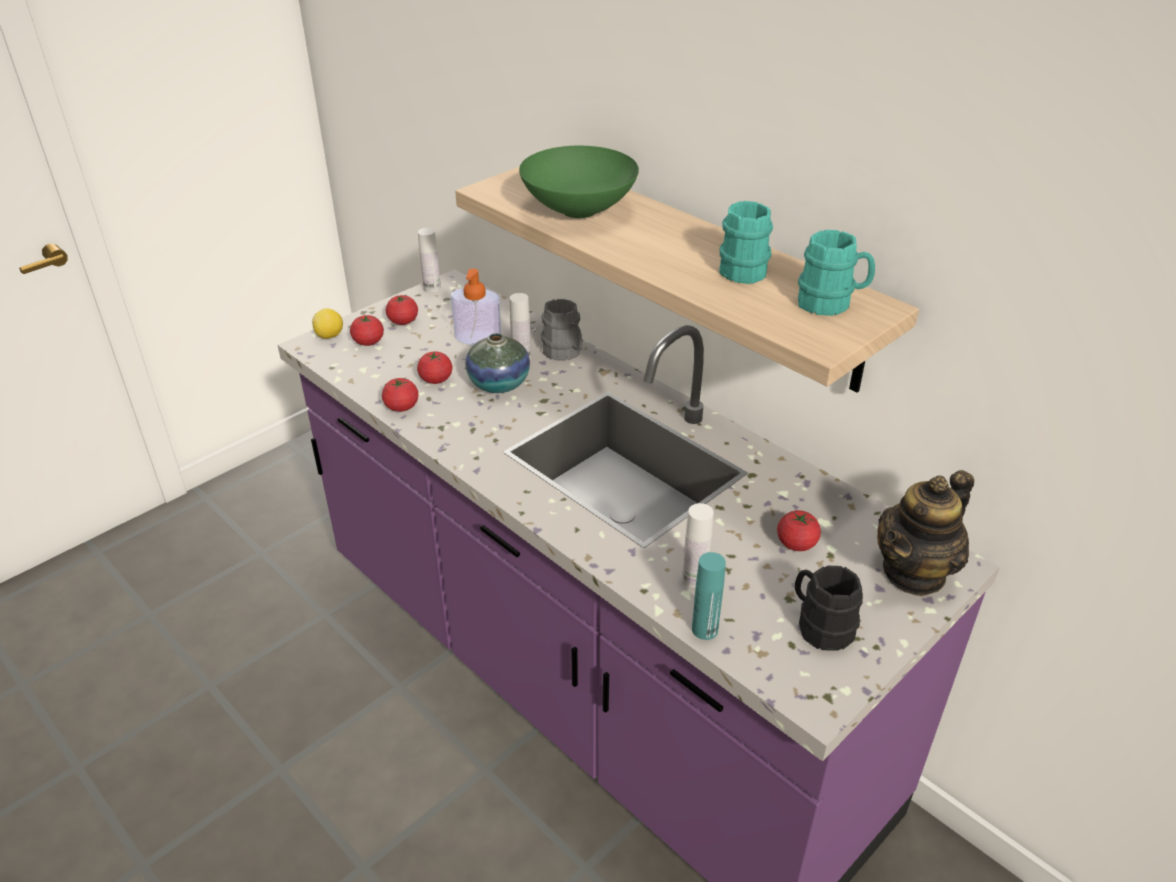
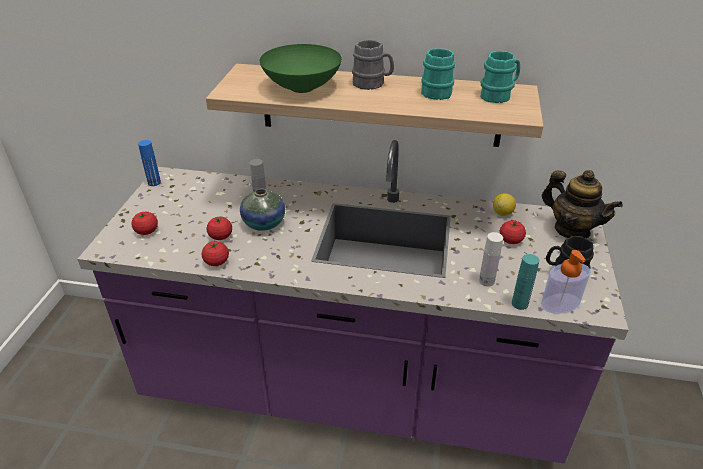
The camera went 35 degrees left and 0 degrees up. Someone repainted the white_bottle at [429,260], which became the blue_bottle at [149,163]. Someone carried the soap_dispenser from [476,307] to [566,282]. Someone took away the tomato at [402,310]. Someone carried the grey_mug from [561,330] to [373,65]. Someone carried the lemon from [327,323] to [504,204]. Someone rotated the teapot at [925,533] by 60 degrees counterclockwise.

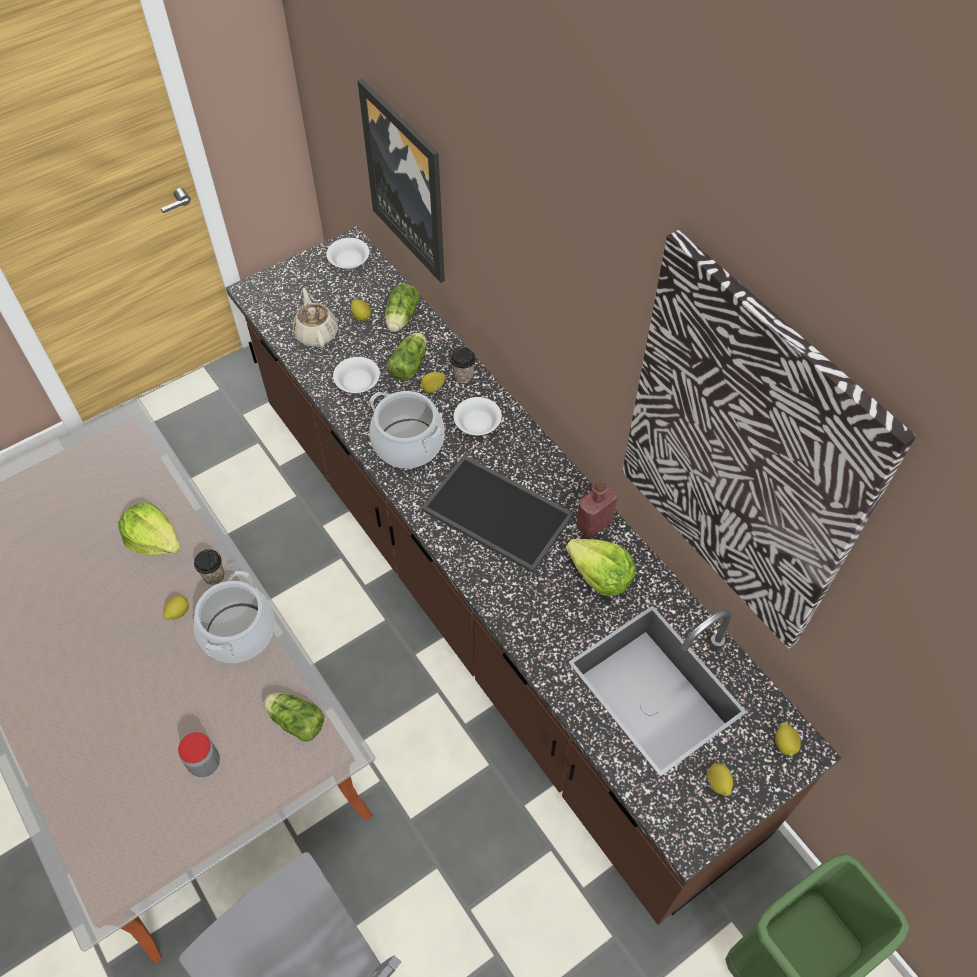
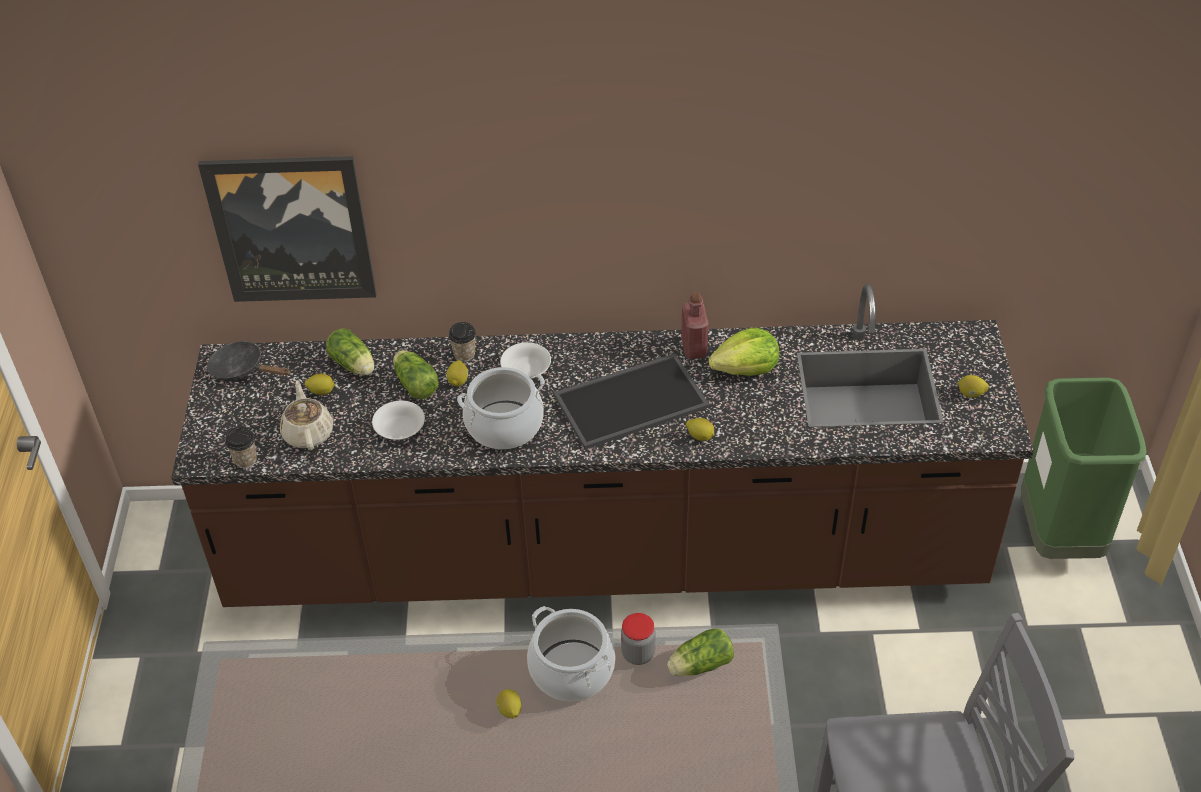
The camera went 55 degrees left and 10 degrees down. Someone took away the picture at [769,439]. Someone swapped the white_bowl at [347,253] for the black_frying_pan at [249,361]. Someone rotated the beige_teapot at [315,318] by 60 degrees clockwise. Someone took away the lettuce at [149,529]. Someone carried the cup from [209,567] to [241,448]. Someone carried the lemon from [788,739] to [700,429]. Someone carried the jar from [199,754] to [638,639].

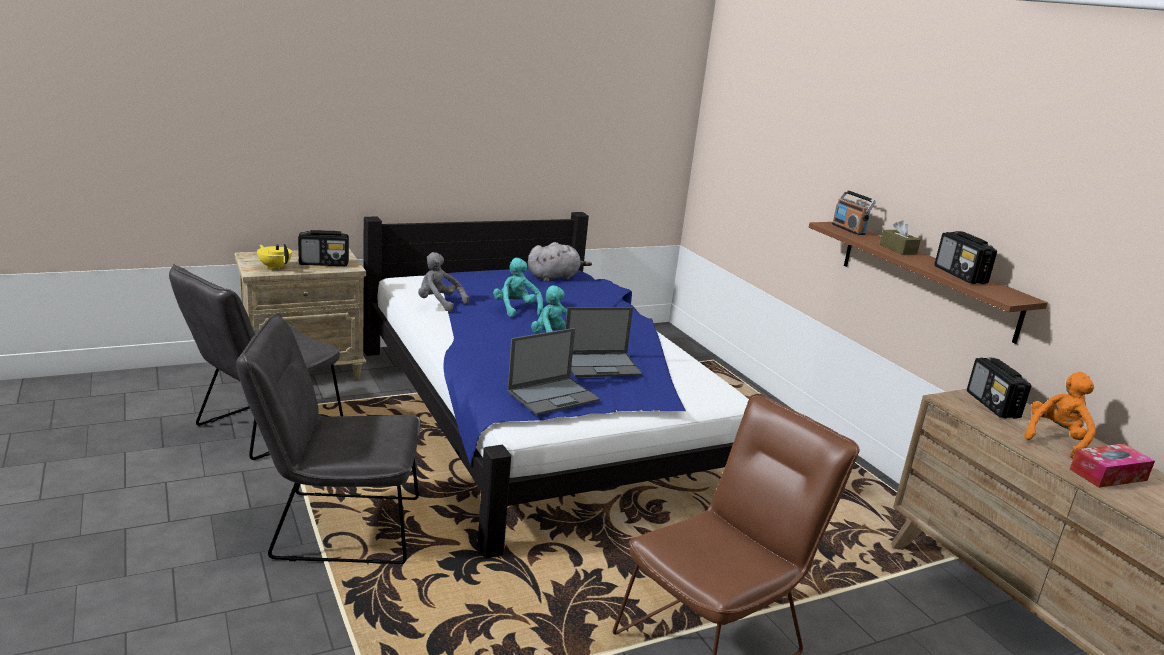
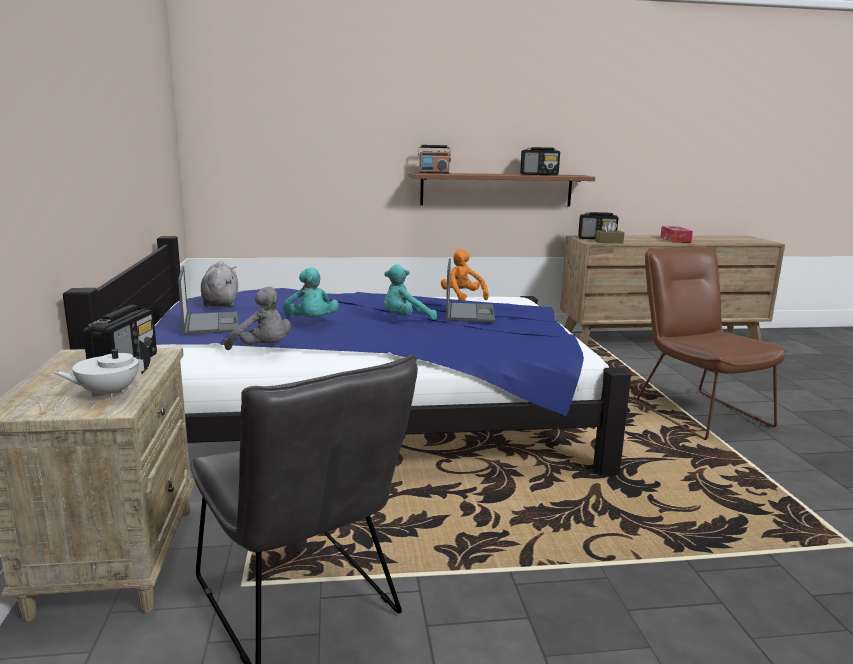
The camera went 70 degrees left and 5 degrees down. Someone carried the brown_tissue_box from [900,237] to [609,232]. Someone repainted the yellow_teapot at [274,257], which became the white_teapot at [102,368]. Someone rotated the grey_plush_toy at [443,281] by 105 degrees counterclockwise. Someone rotated the turquoise_plush_toy at [518,287] by 105 degrees counterclockwise. Someone took away the grey_chair at [328,439]. Someone carried the laptop from [553,371] to [208,300]. Someone carried the orange_plush_toy from [1060,415] to [465,274].

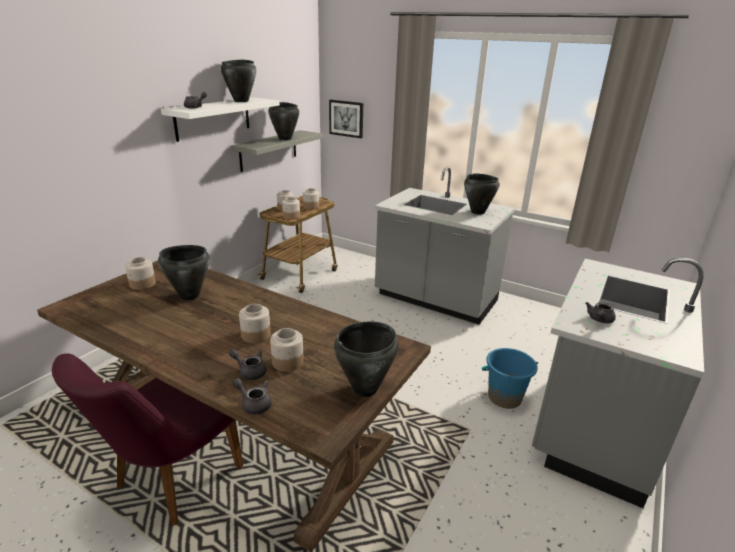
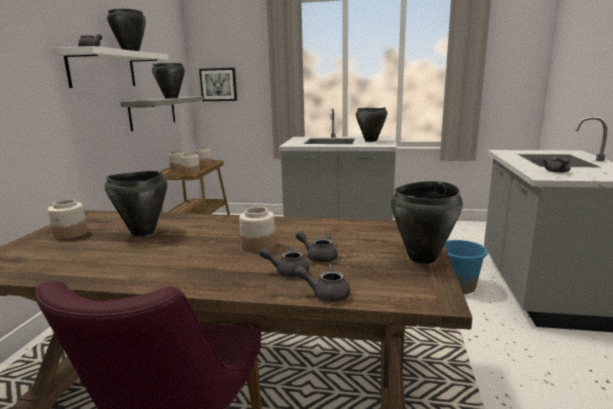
The camera went 20 degrees left and 10 degrees down. Someone swapped the jar at [287,350] for the grey_teapot at [317,246].

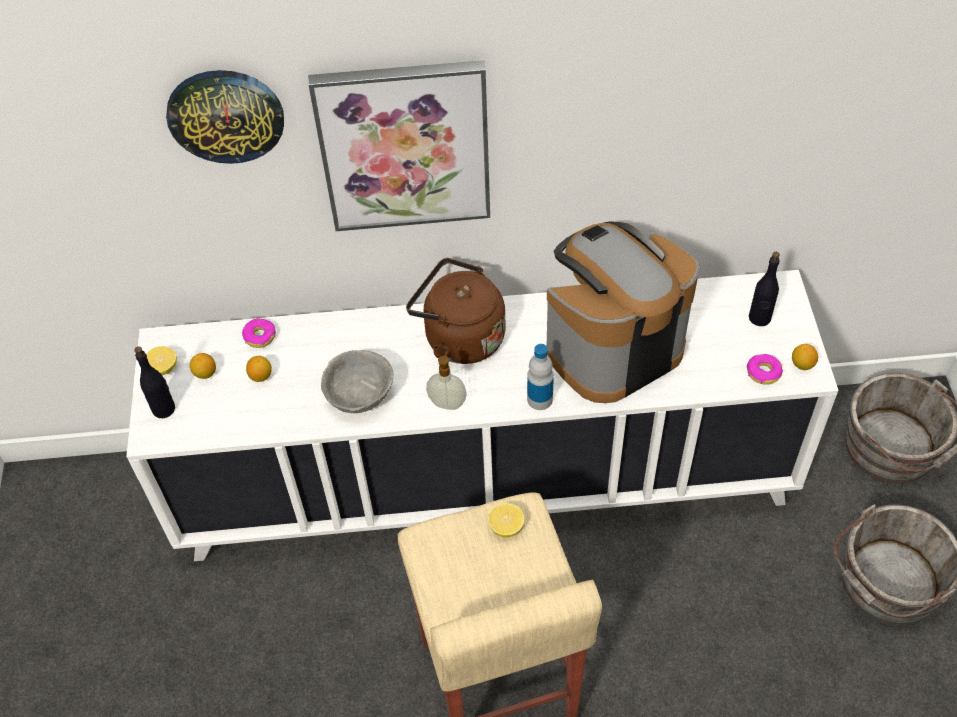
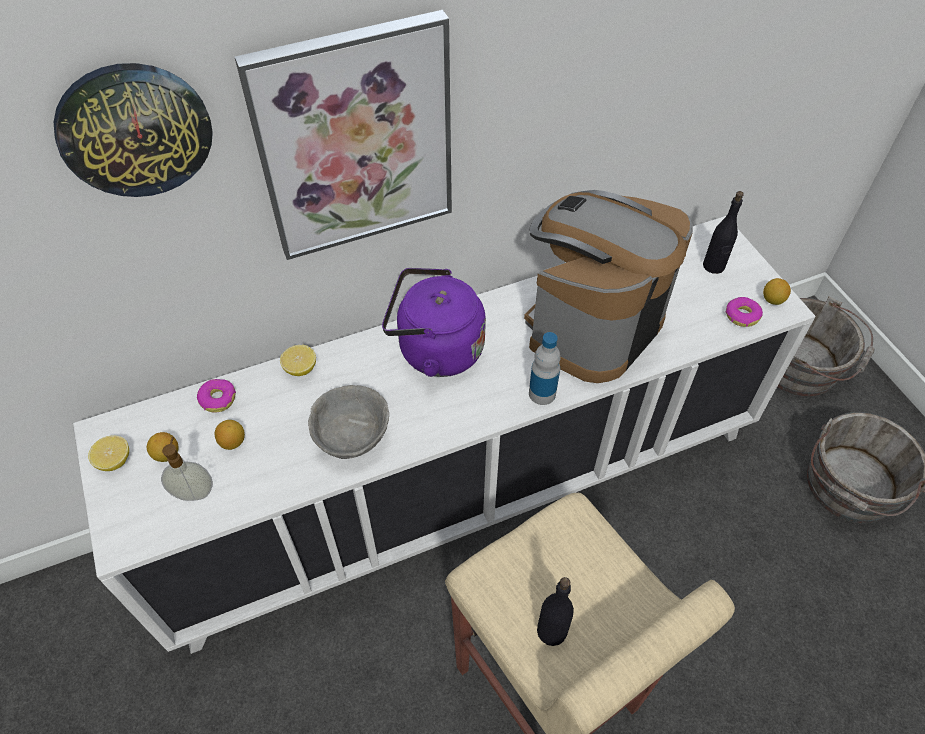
The camera went 20 degrees left and 0 degrees up. Someone repainted the brown_kettle at [456,311], which became the purple_kettle at [434,322]. Someone carried the black_bottle from [154,382] to [555,611]. Someone carried the soap_dispenser from [446,380] to [187,469]. Someone carried the lemon from [506,520] to [298,360].

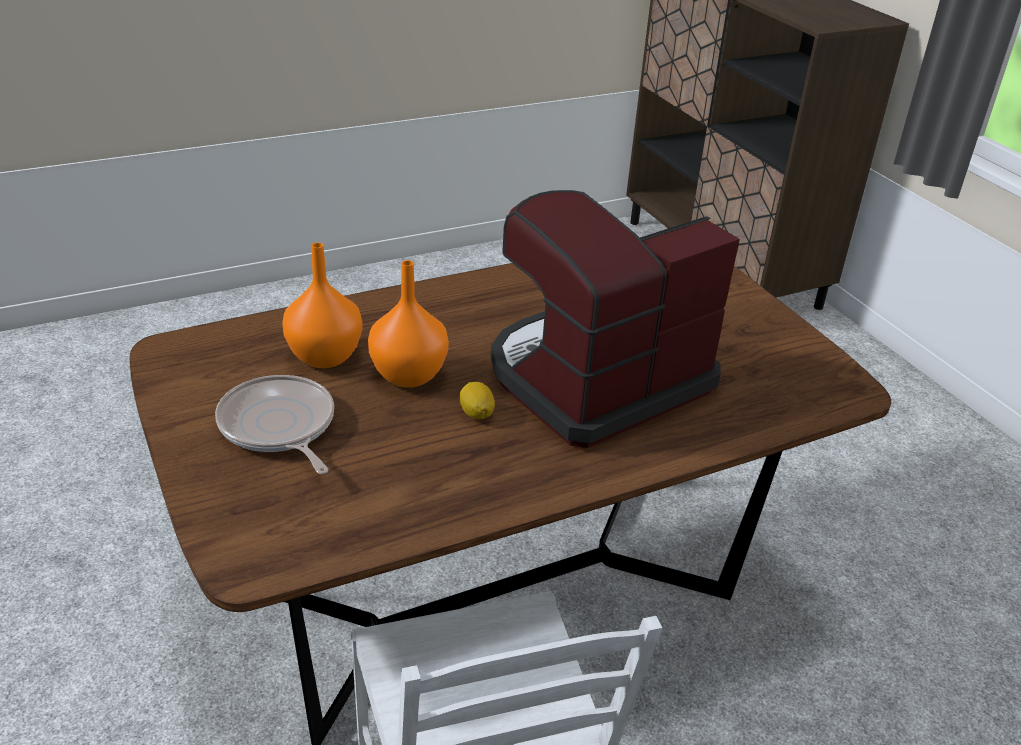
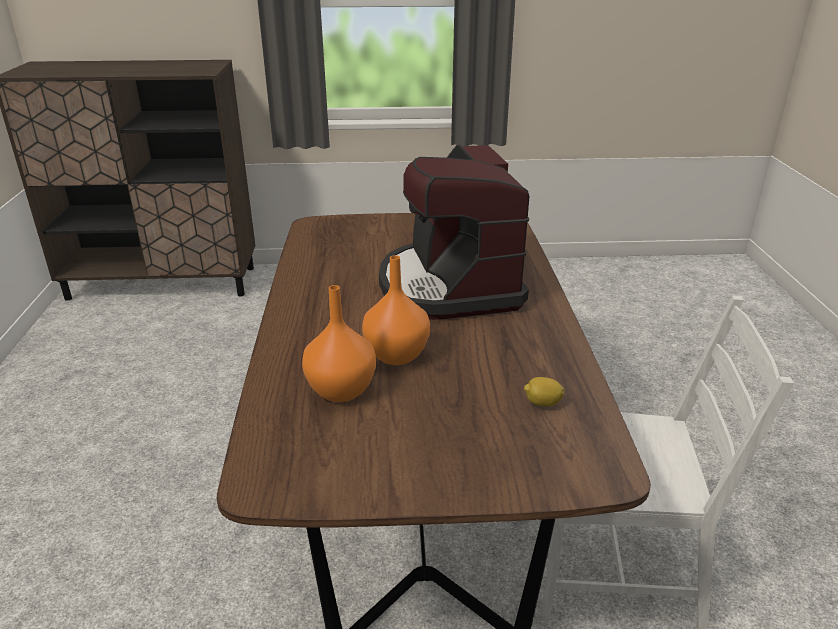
The camera went 65 degrees left and 5 degrees down. Someone took away the frying_pan at [274,424]. Someone carried the lemon from [477,400] to [544,392].

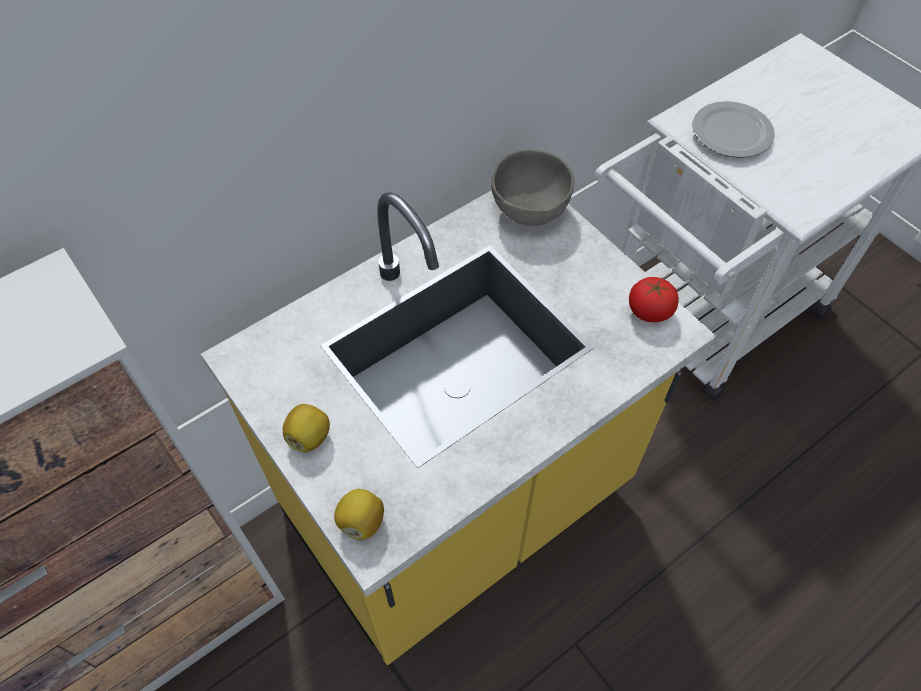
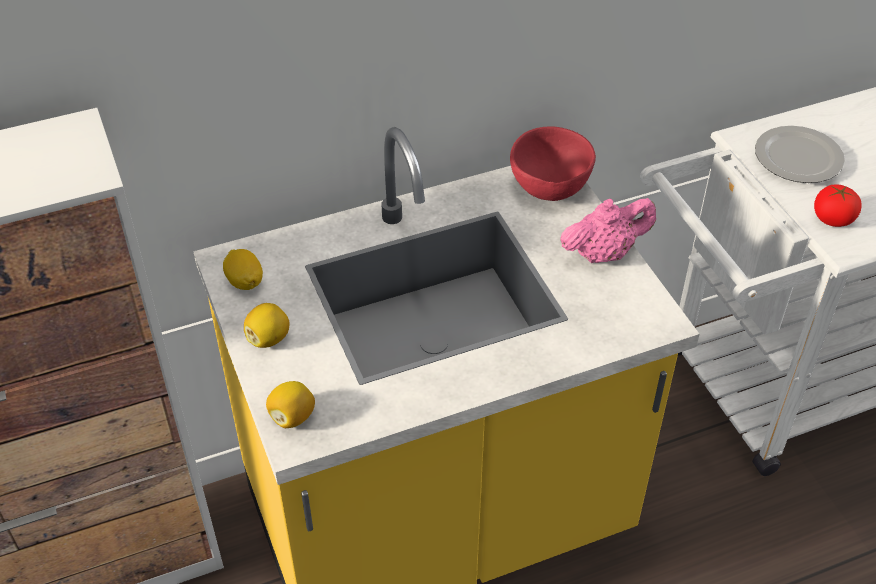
The camera went 15 degrees right and 10 degrees down. Someone repainted the grey_bowl at [533,188], which became the red_bowl at [553,163]. Someone carried the tomato from [654,299] to [838,205]. Someone put down the pink_teapot at [608,230]. Someone put down the lemon at [243,269].

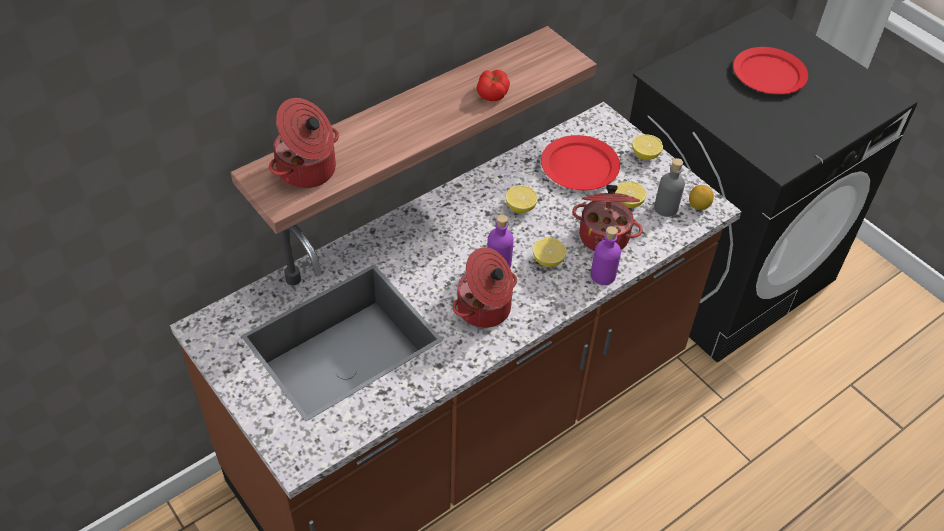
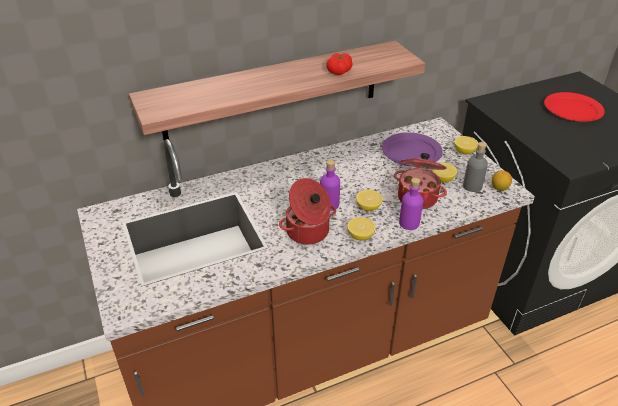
The camera went 15 degrees right and 10 degrees down. Someone took away the cooking_pot at [304,143]. Someone repainted the red_plate at [580,163], which became the purple_plate at [412,149]. Someone carried the lemon from [522,199] to [361,228].

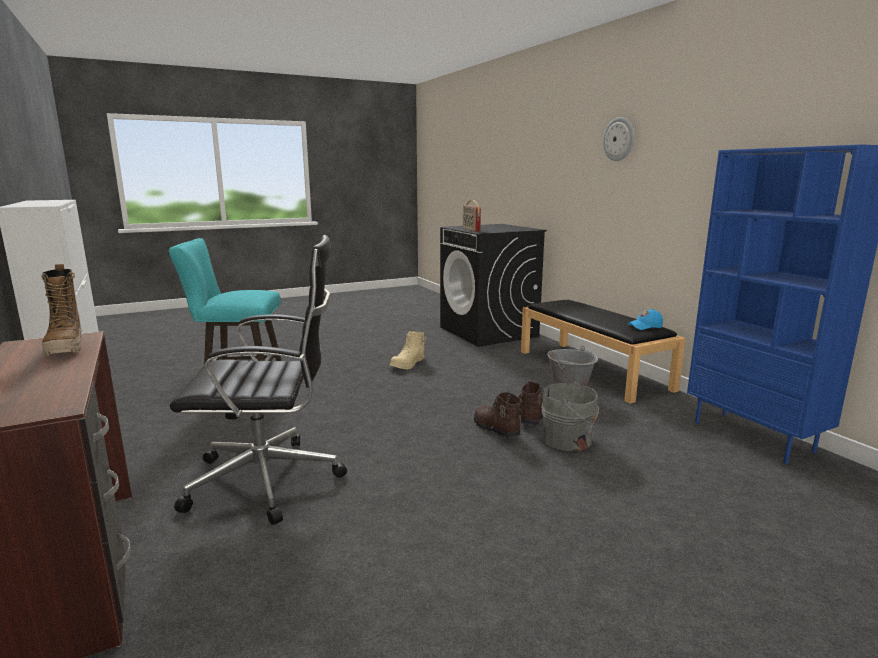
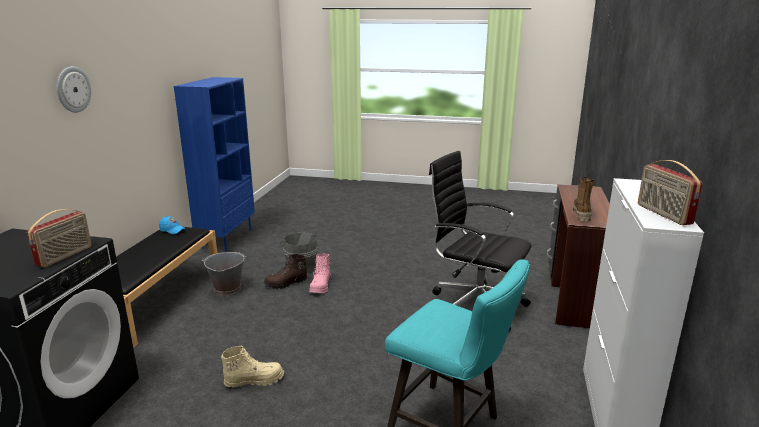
The camera went 140 degrees left and 5 degrees up. Someone repainted the brown_boot at [498,415], which became the pink_boot at [320,273]. Someone put down the radio at [670,192].

